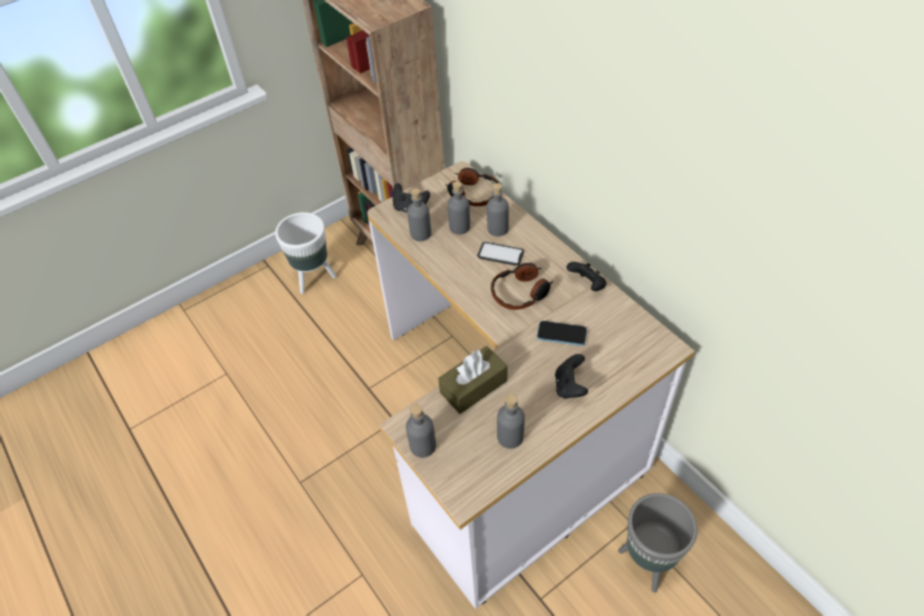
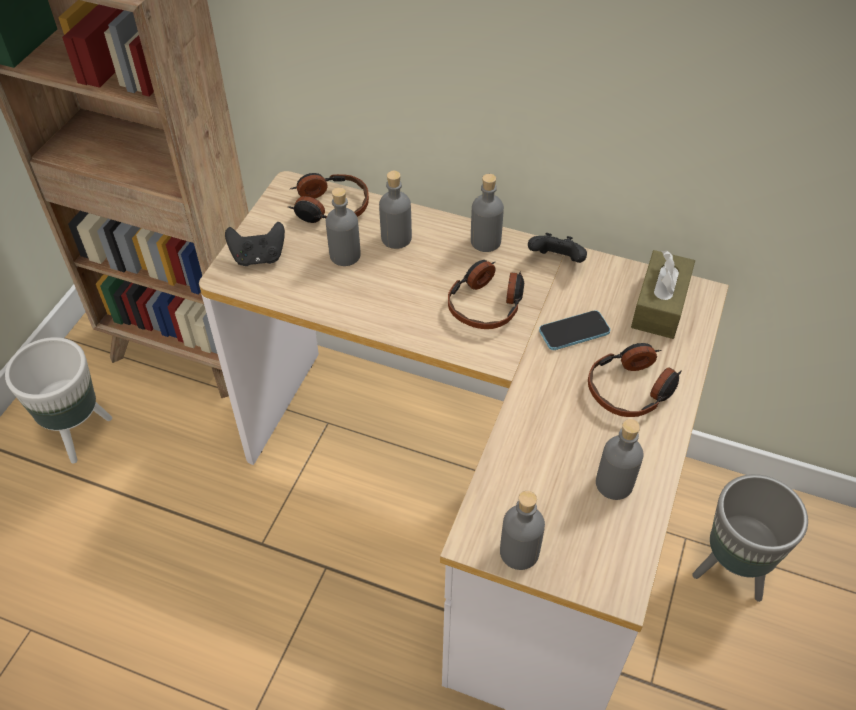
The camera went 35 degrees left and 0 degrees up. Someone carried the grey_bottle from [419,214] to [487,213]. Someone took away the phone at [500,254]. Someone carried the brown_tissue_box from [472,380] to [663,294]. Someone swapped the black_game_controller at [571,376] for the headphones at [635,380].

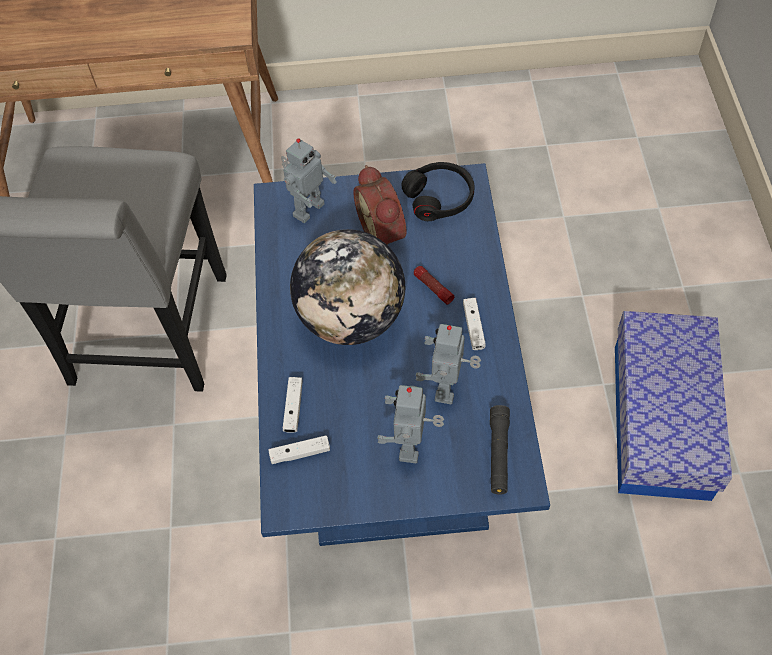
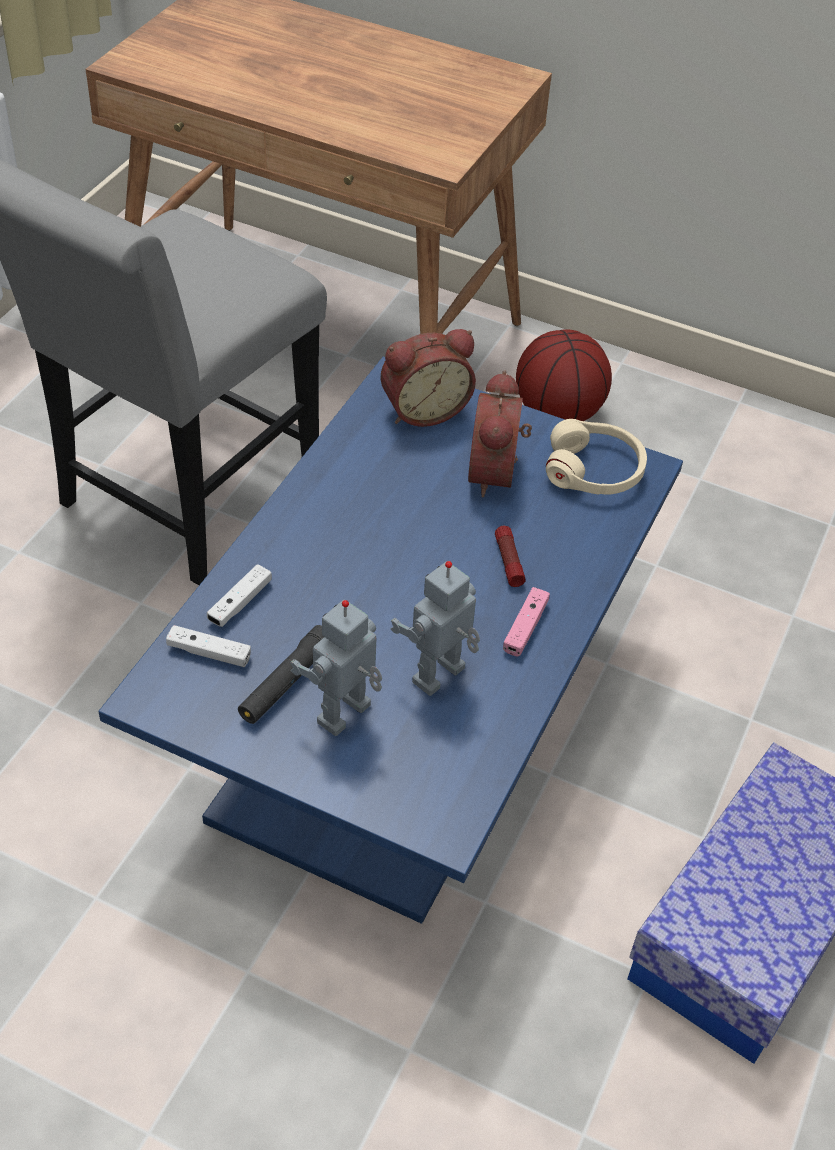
The camera went 25 degrees right and 10 degrees down. Someone swapped the toy_robot at [309,180] for the alarm_clock at [428,378]. Someone repainted the black_headphones at [438,191], which became the beige_headphones at [596,457]. Someone took away the globe at [347,287]. Someone repainted the white_game_controller at [474,324], which became the pink_game_controller at [526,621]. Someone carried the black_flashlight from [500,449] to [281,674]. Someone put down the basketball at [564,375].

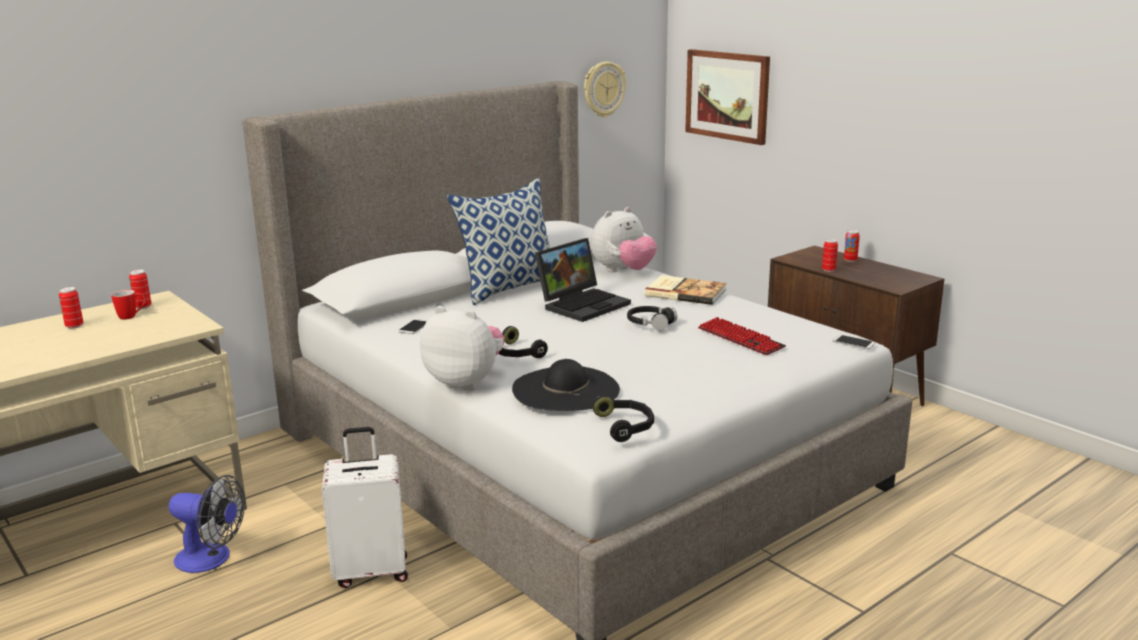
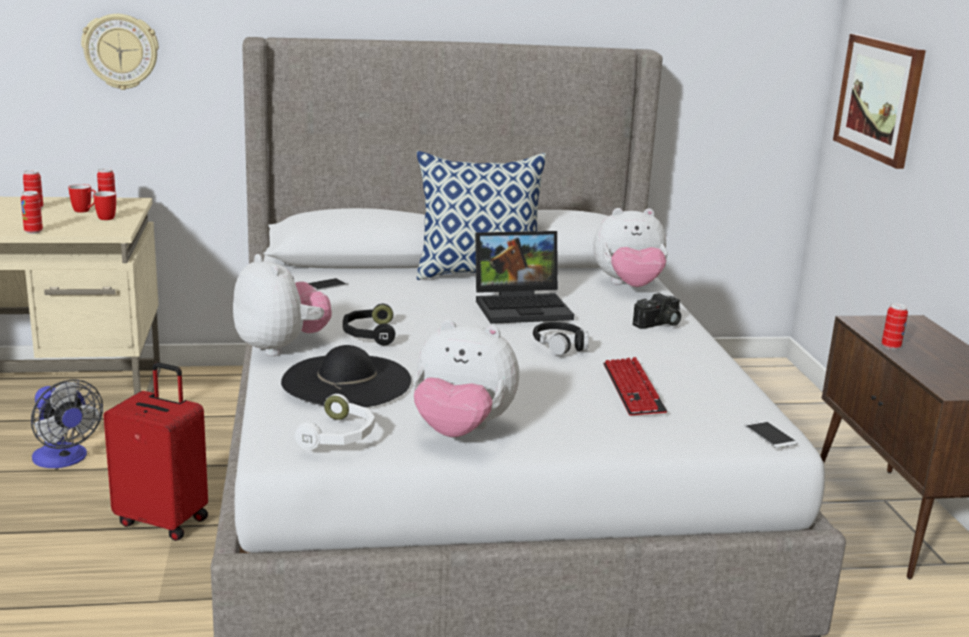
The camera went 30 degrees right and 0 degrees up. Someone carried the wall_clock from [605,89] to [120,52]. Someone carried the can from [852,246] to [32,212]. Someone swapped the book at [685,290] for the photo_camera at [657,311]. Someone repainted the black_headphones at [623,419], which became the white_headphones at [335,422]. Someone repainted the white_suitcase at [365,507], which became the red_suitcase at [155,451]. Someone put down the mug at [104,205]. Someone put down the plush_toy at [466,378].

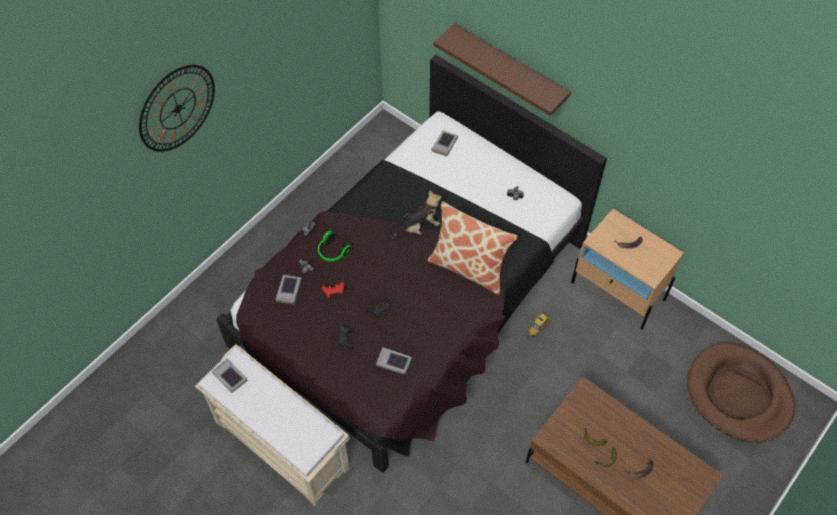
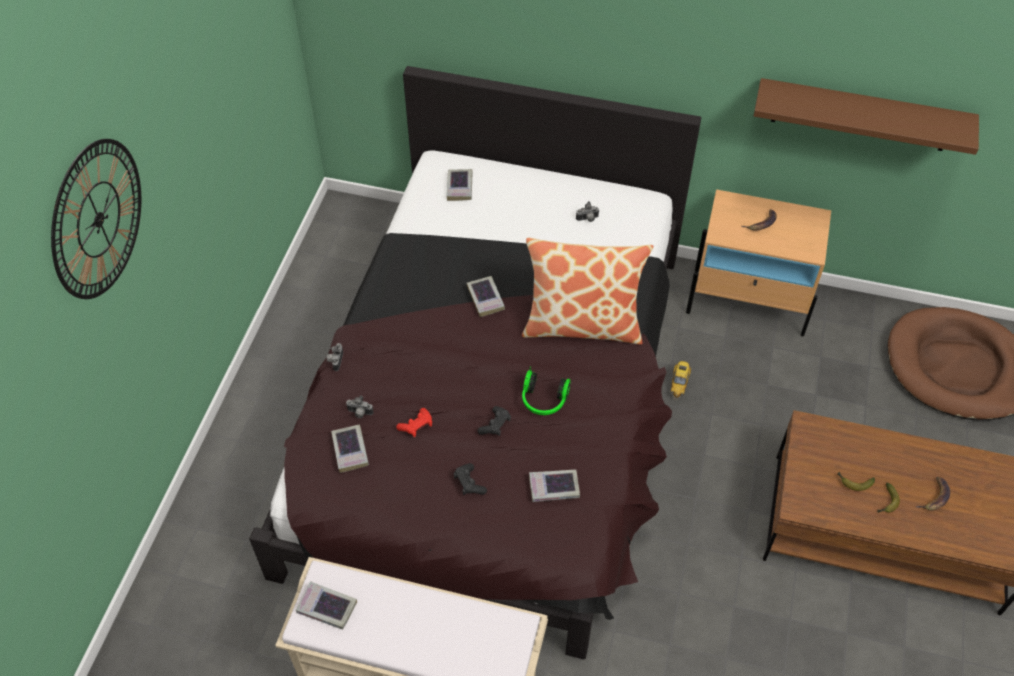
The camera went 25 degrees left and 5 degrees down. Someone carried the brown_shelf from [502,69] to [866,116]. Someone swapped the plush_toy at [417,214] for the book at [486,296]. Someone carried the headphones from [335,245] to [546,390].

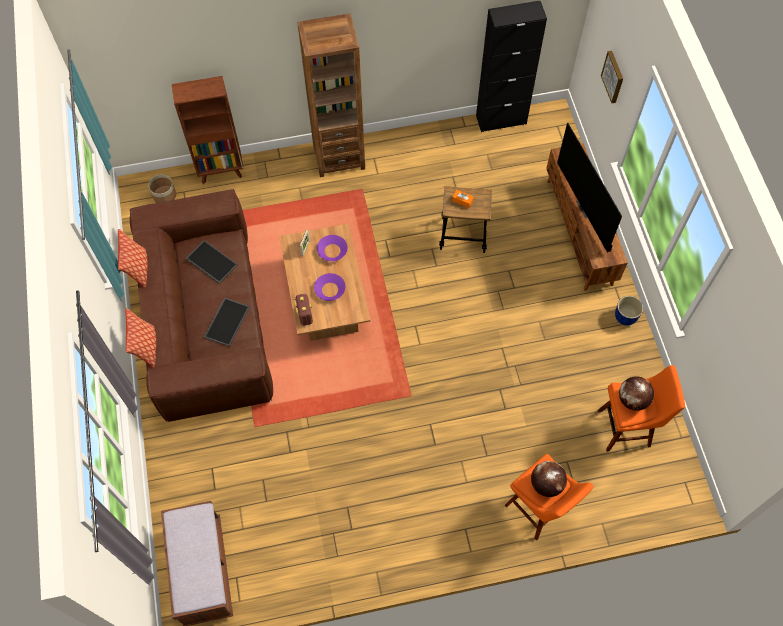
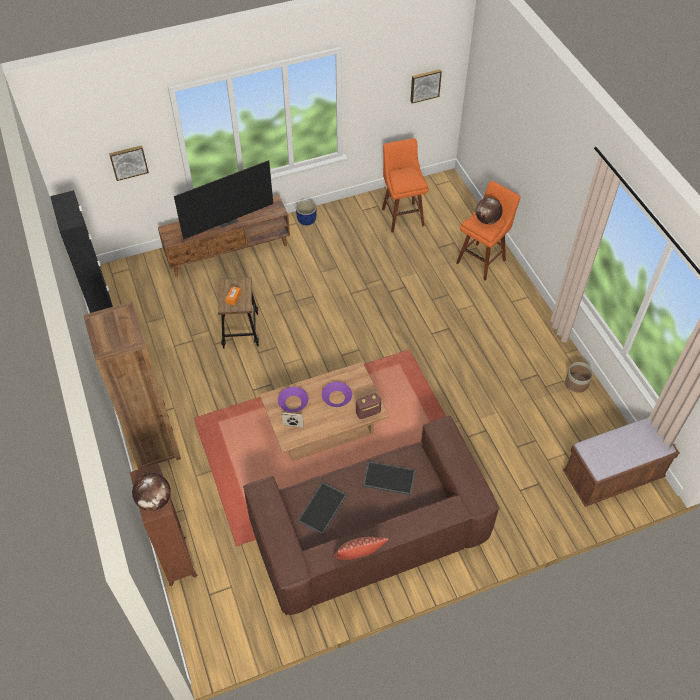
The camera went 100 degrees left and 10 degrees down. Someone carried the planter from [162,188] to [579,377]. Someone took away the pillow at [140,338]. Someone carried the globe from [636,393] to [151,492]. Someone put up the picture at [426,86].

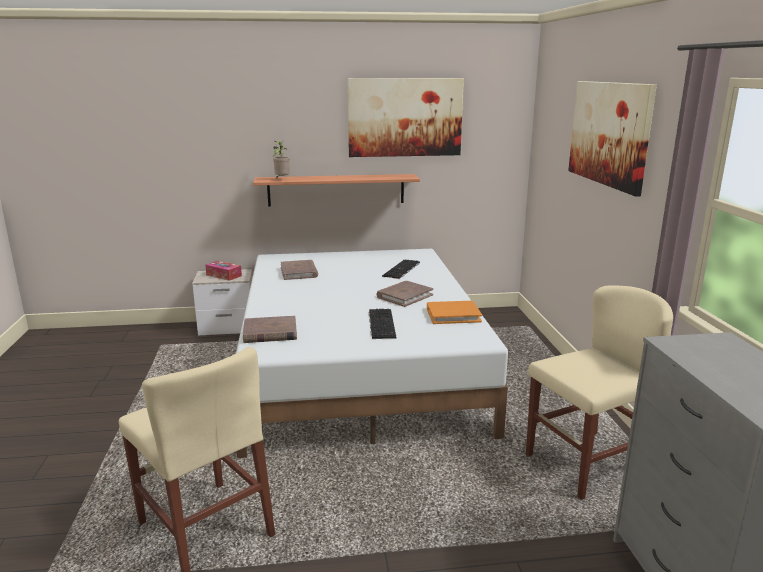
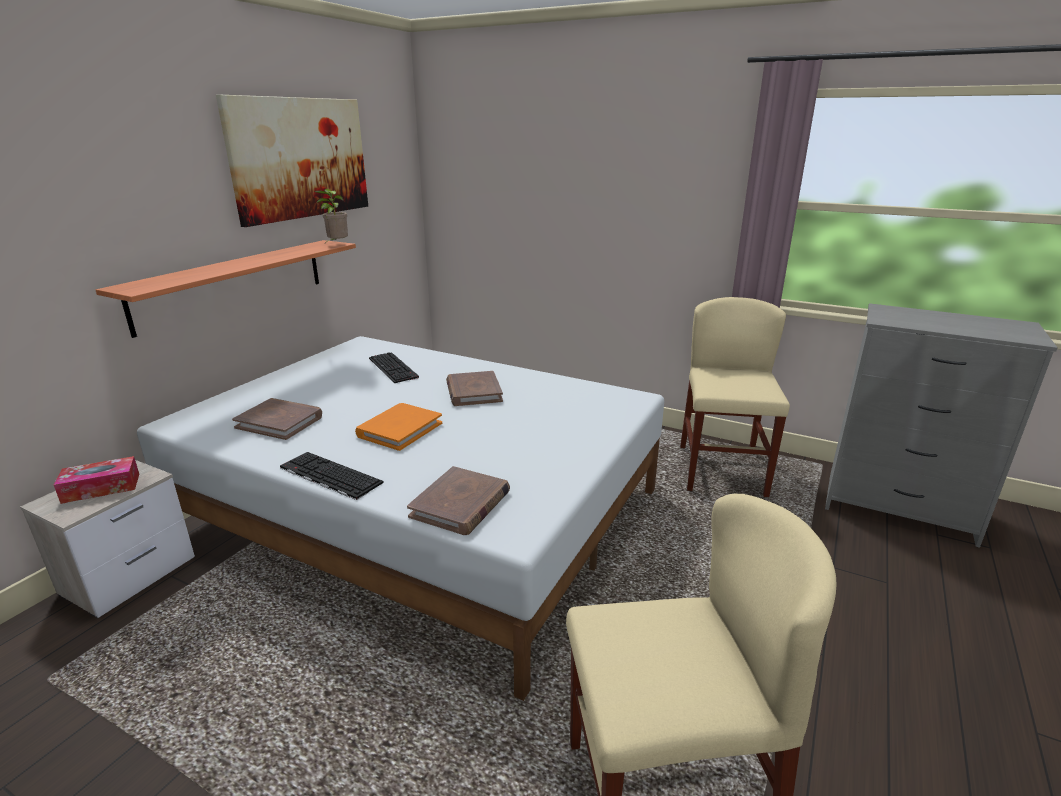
The camera went 55 degrees left and 5 degrees up. Someone took away the picture at [612,139]. Someone carried the potted_plant from [281,159] to [331,216]. Someone carried the orange_book from [454,312] to [398,427]. Someone carried the keyboard from [382,324] to [332,476].

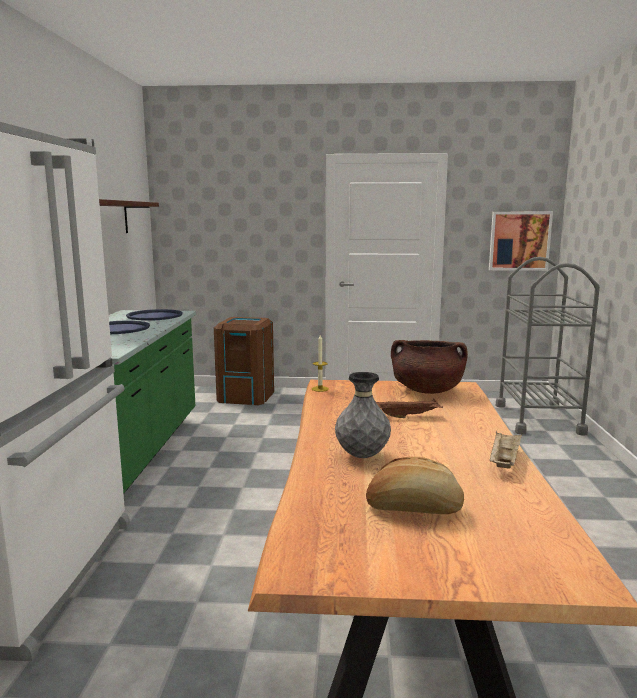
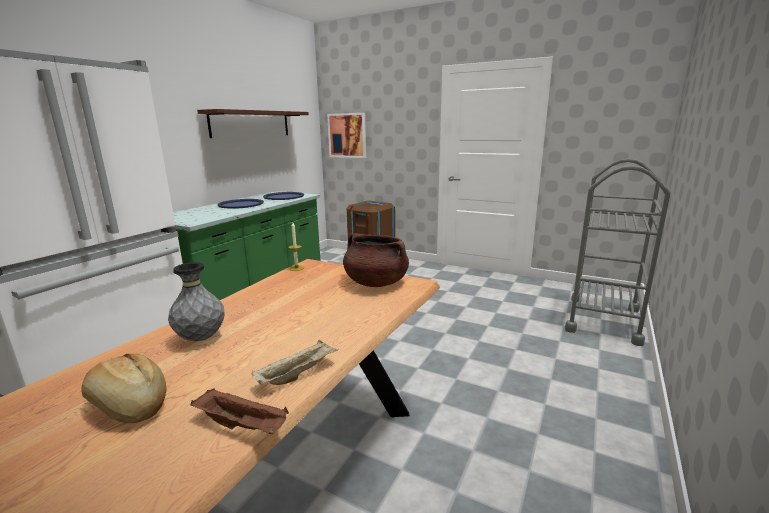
The camera went 25 degrees right and 5 degrees up. Someone carried the picture from [521,241] to [346,135]. Someone carried the brown_tray from [409,408] to [240,411].

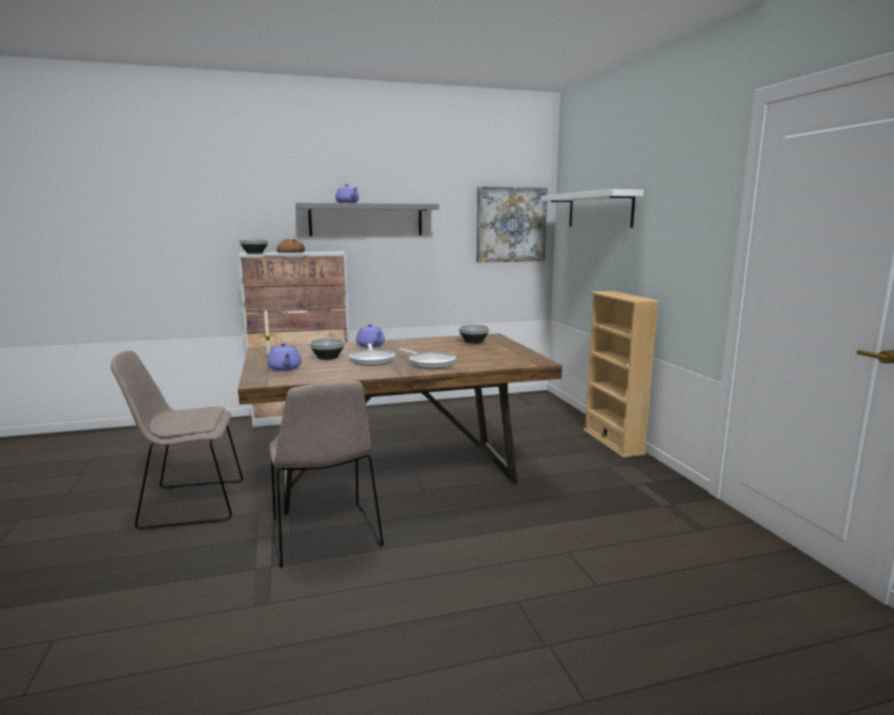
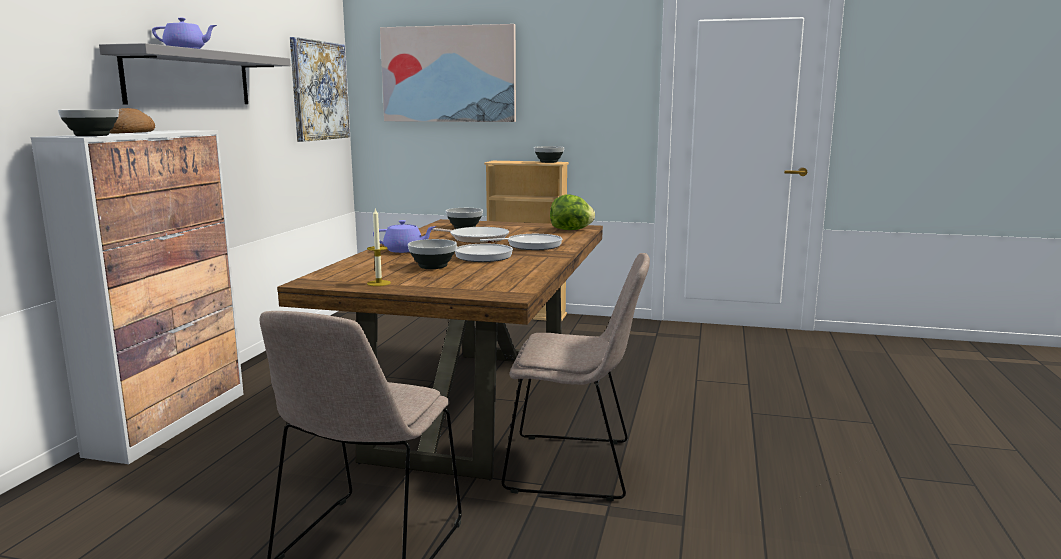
The camera went 60 degrees left and 0 degrees up. Someone swapped the white_shelf at [592,208] for the picture at [448,73]. Someone took away the purple_teapot at [284,357]. Someone put down the bowl at [549,154]. Someone put down the lettuce at [572,212]. Someone put down the frying_pan at [470,235].

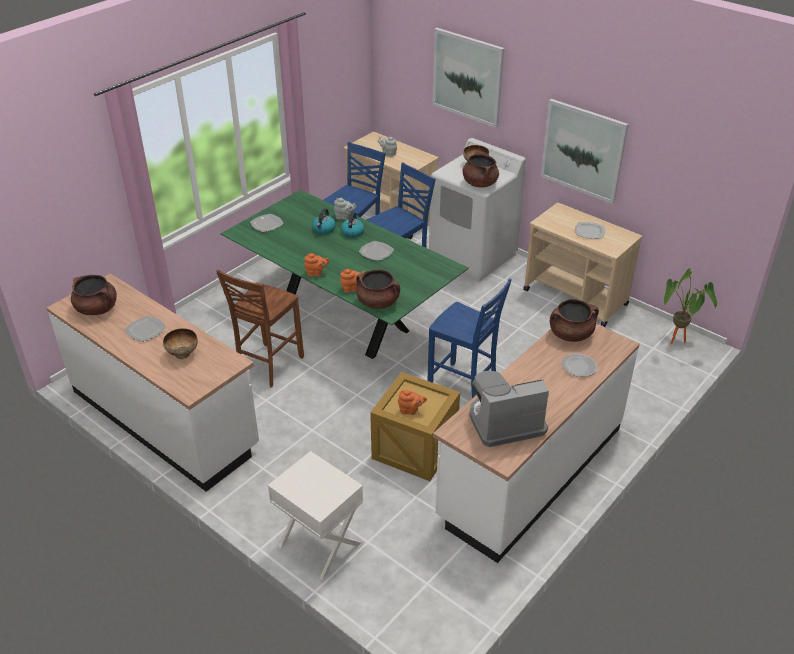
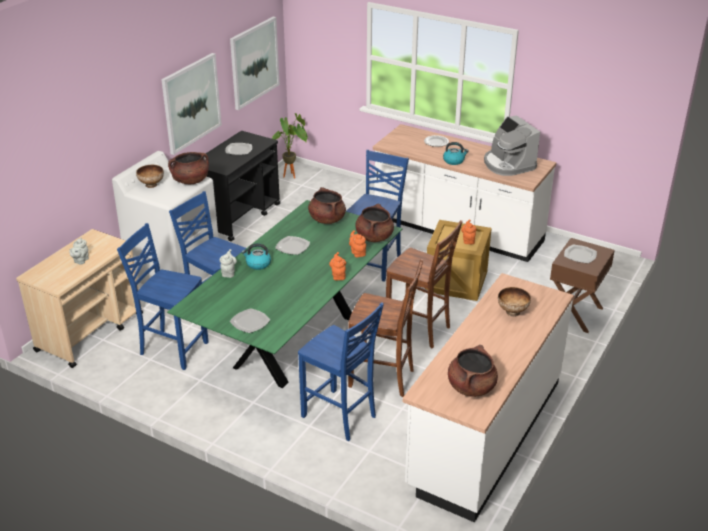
The camera went 100 degrees left and 5 degrees down. Someone carried the picture from [468,78] to [255,63]. Someone repainted the beige_cart at [582,265], which became the black_cart at [241,186]. Someone carried the kettle from [324,221] to [456,153]. Someone carried the brown_cooking_pot from [574,320] to [327,205]. Someone carried the plate from [145,329] to [580,254]. Someone repainted the white_nightstand at [315,515], which became the brown_nightstand at [582,285]. Someone put down the brown_chair at [424,284]. Someone put down the blue_chair at [341,371].

